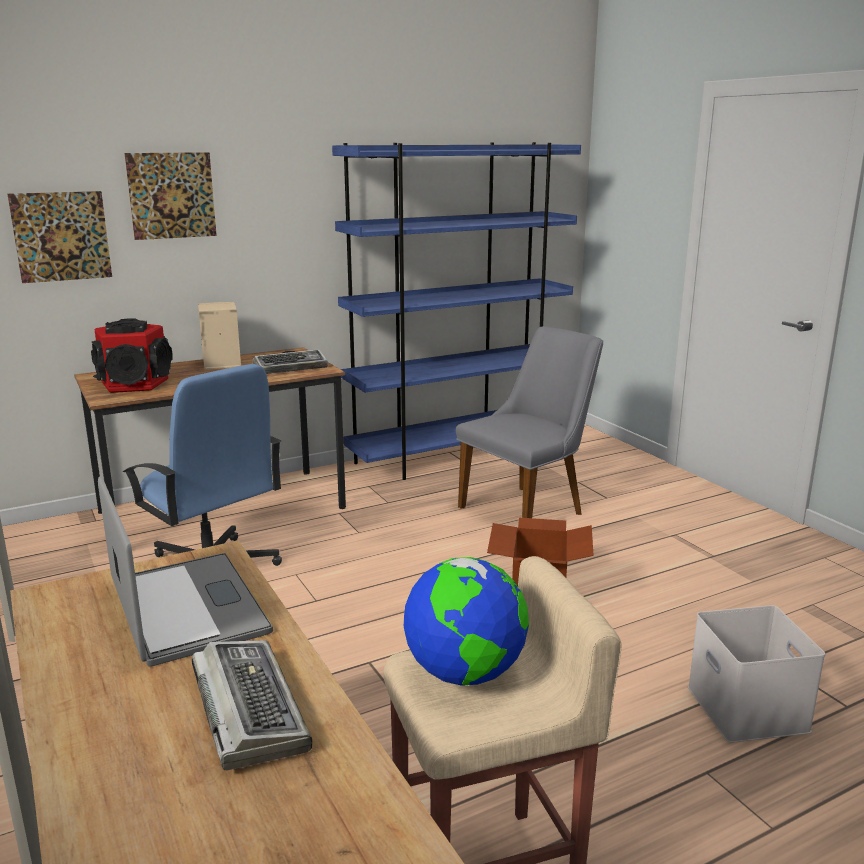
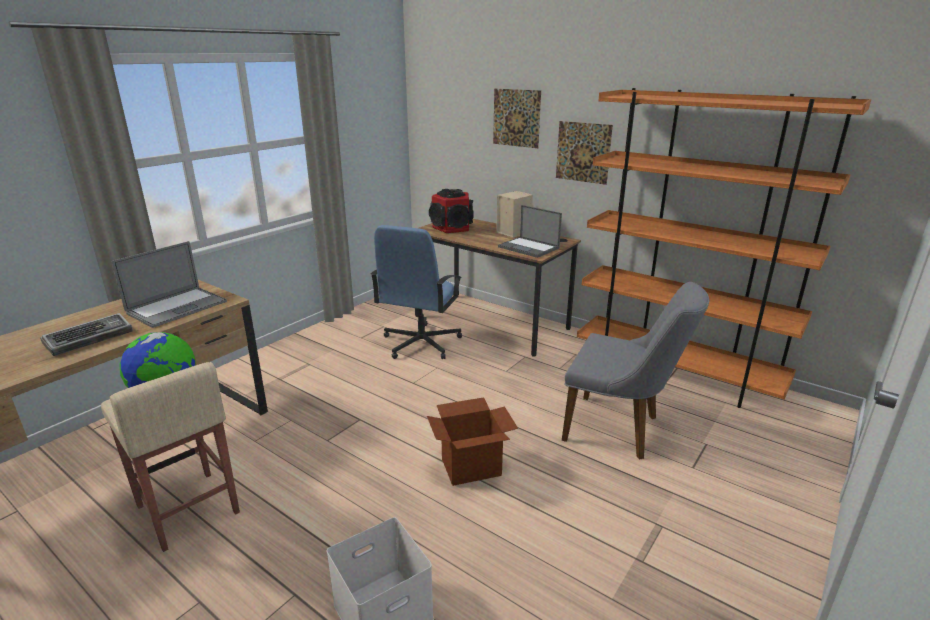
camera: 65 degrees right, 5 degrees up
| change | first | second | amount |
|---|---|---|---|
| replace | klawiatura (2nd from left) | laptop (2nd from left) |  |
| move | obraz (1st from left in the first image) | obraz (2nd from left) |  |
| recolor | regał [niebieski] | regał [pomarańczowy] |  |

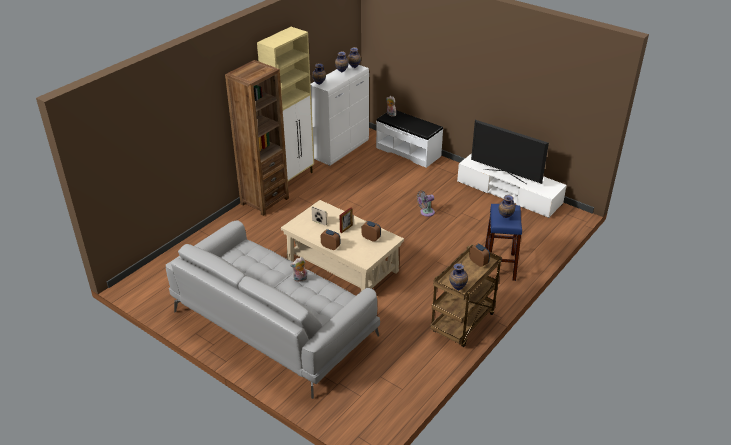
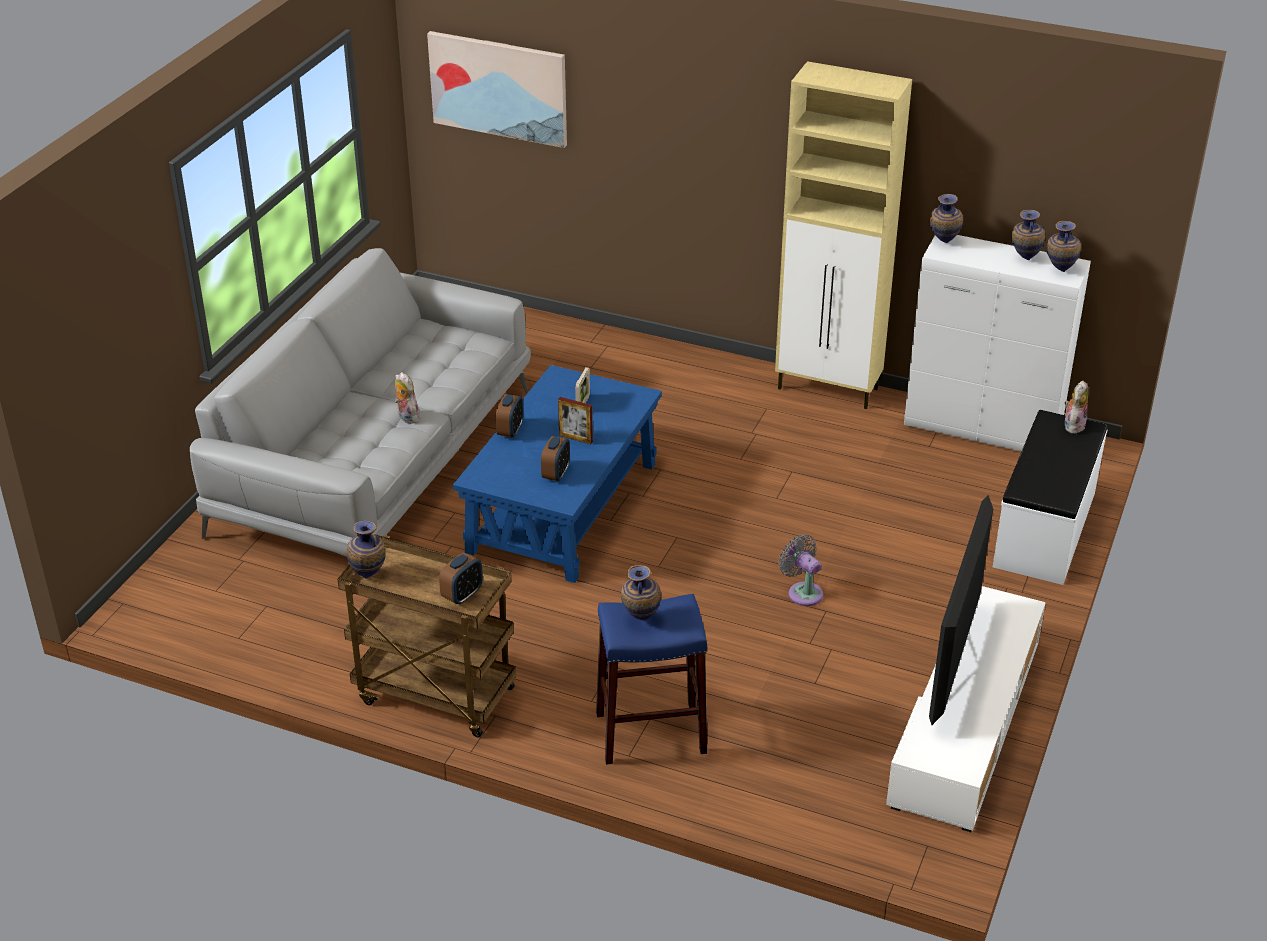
camera: 75 degrees right, 0 degrees up
| change | first | second | amount |
|---|---|---|---|
| insert |  | obraz |  |
| recolor | ława [beżowy] | ława [niebieski] |  |
| delete | regał [brązowy] |  |  |

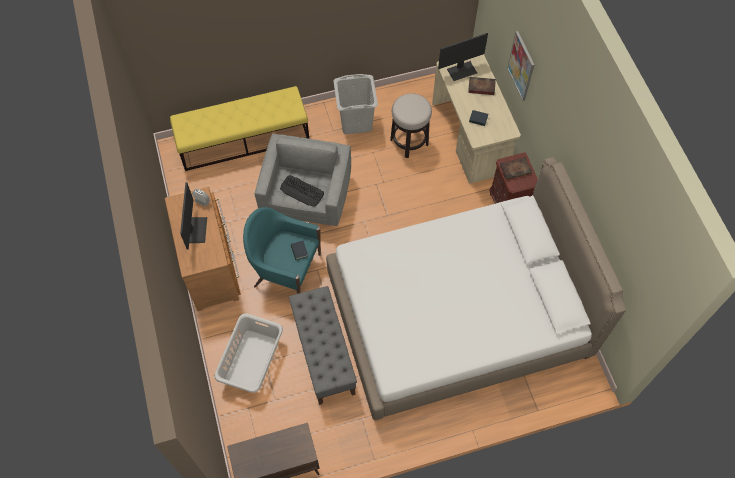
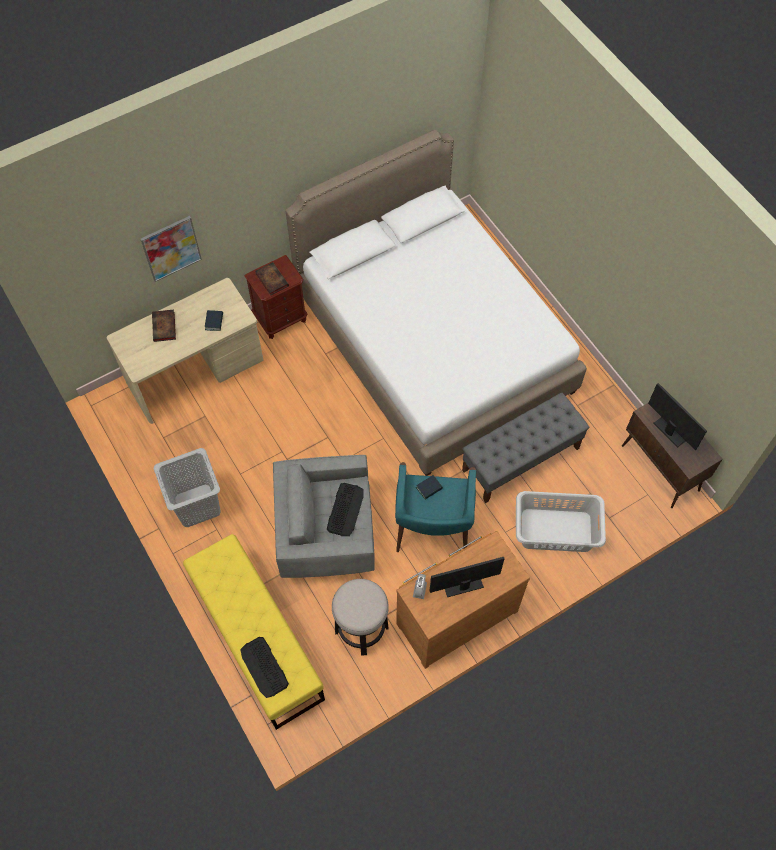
camera: 105 degrees left, 0 degrees up
| change | first | second | amount |
|---|---|---|---|
| insert |  | klawiatura (1st from left) |  |
| move | stołek |  |  |
| move | monitor (2nd from left) |  |  |

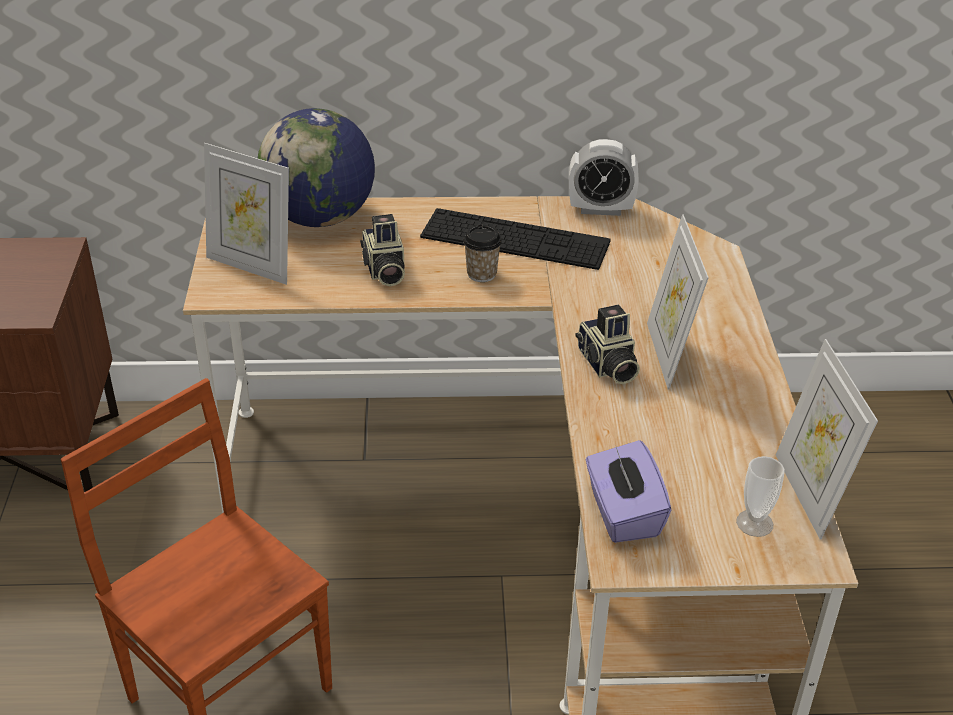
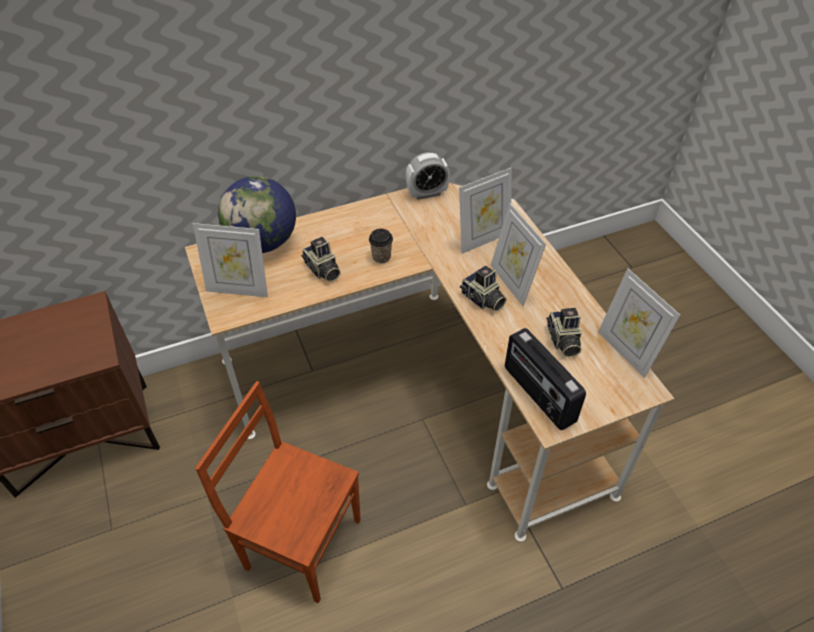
camera: 20 degrees left, 10 degrees up
| change | first | second | amount |
|---|---|---|---|
| insert |  | ramka na zdjęcie (2nd from left) |  |
| replace | pudełko chusteczek [fioletowy] | radio |  |
| insert |  | aparat fotograficzny (3rd from left) |  |
| delete | klawiatura |  |  |
| delete | filiżanka (2nd from left) |  |  |

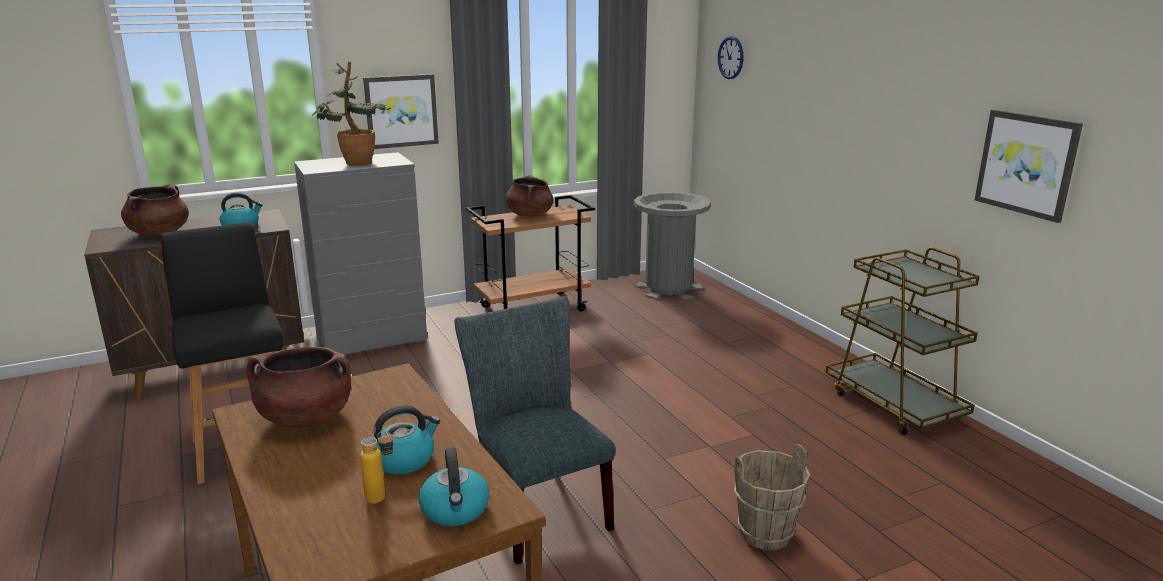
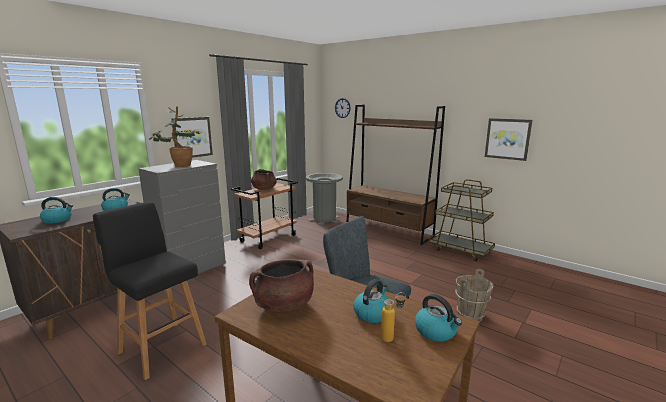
camera: 25 degrees left, 5 degrees down
| change | first | second | amount |
|---|---|---|---|
| replace | garnek [brązowy] (1st from left) | czajnik (1st from left) |  |
| insert |  | regał [brązowy] |  |

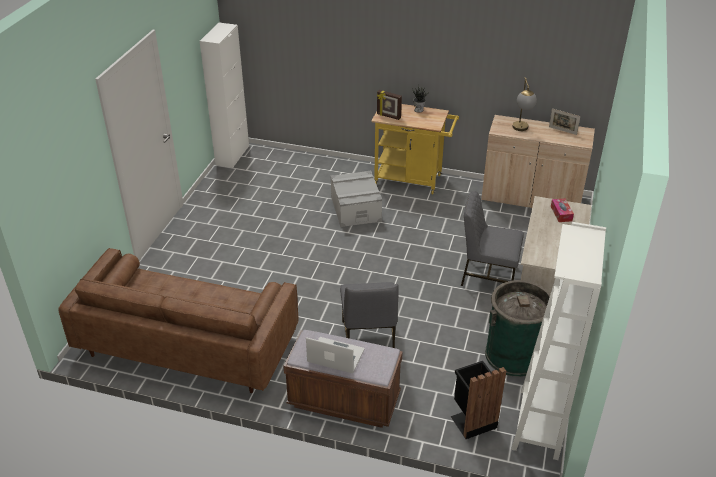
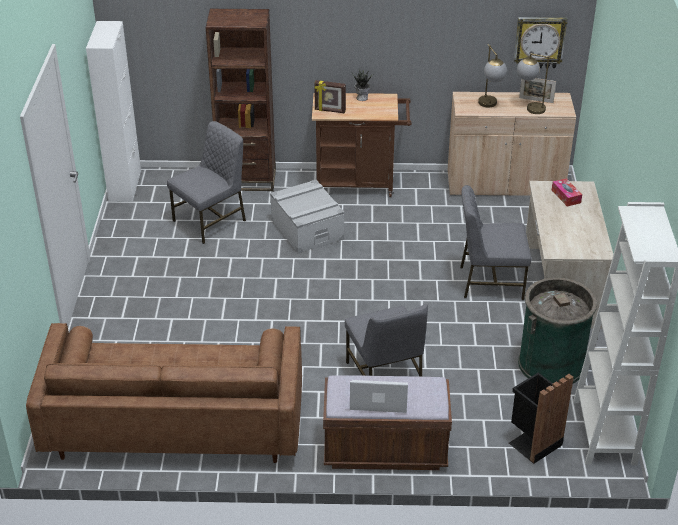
camera: 15 degrees left, 0 degrees up
| change | first | second | amount |
|---|---|---|---|
| insert |  | krzesło [szary] (1st from left) |  |
| insert |  | regał [brązowy] |  |
| recolor | wózek [żółty] | wózek [brązowy] |  |
| insert |  | zegar ścienny |  |
| insert |  | lampa stołowa (2nd from left) |  |

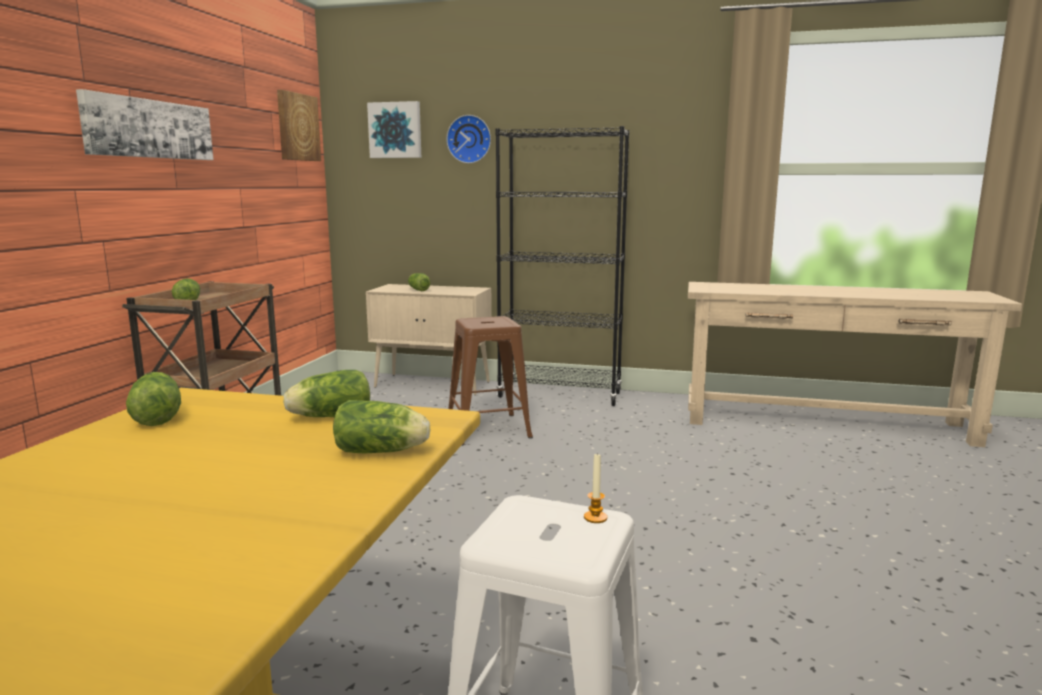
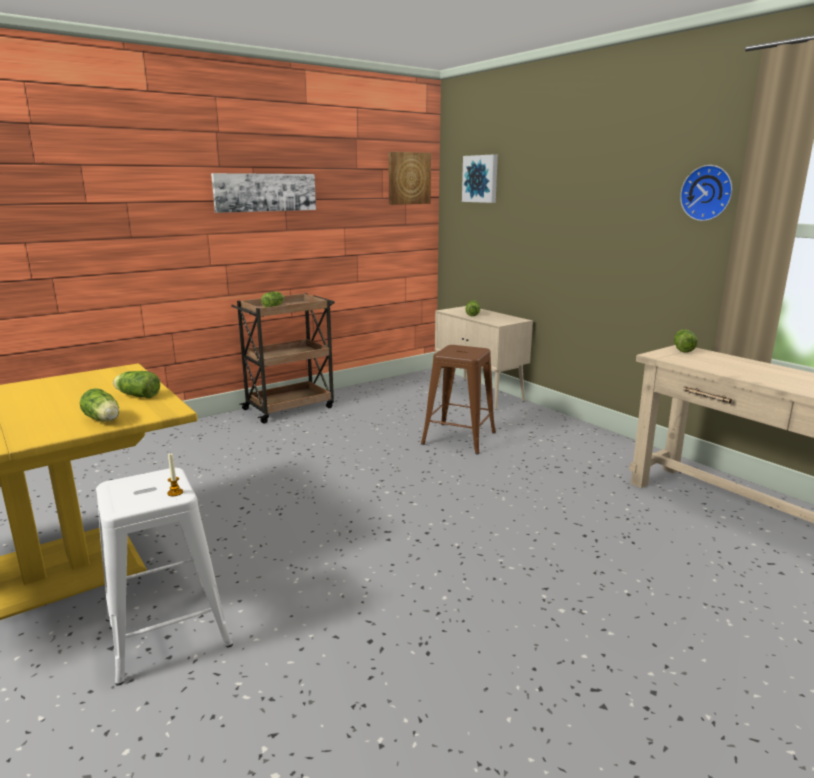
camera: 40 degrees right, 5 degrees up
| change | first | second | amount |
|---|---|---|---|
| move | sałata (1st from left in the first image) | sałata (5th from left) |  |
| move | zegar ścienny |  |  |
| delete | regał [czarny] |  |  |

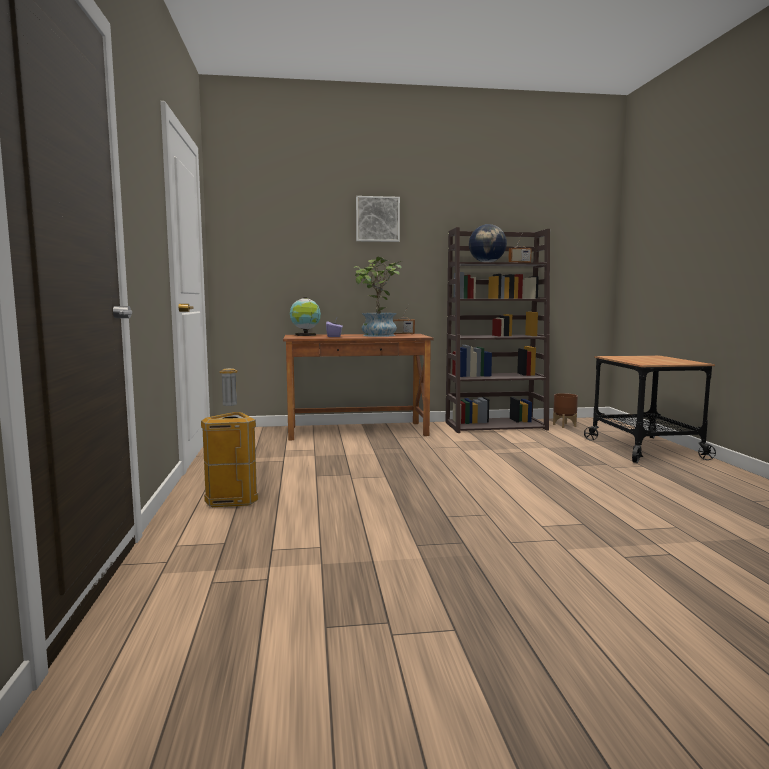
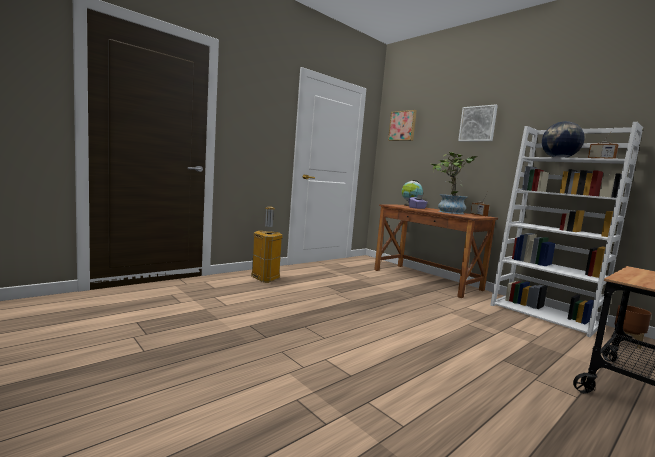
camera: 55 degrees right, 0 degrees up
| change | first | second | amount |
|---|---|---|---|
| insert |  | obraz (1st from left) |  |
| recolor | regał [brązowy] | regał [biały] |  |

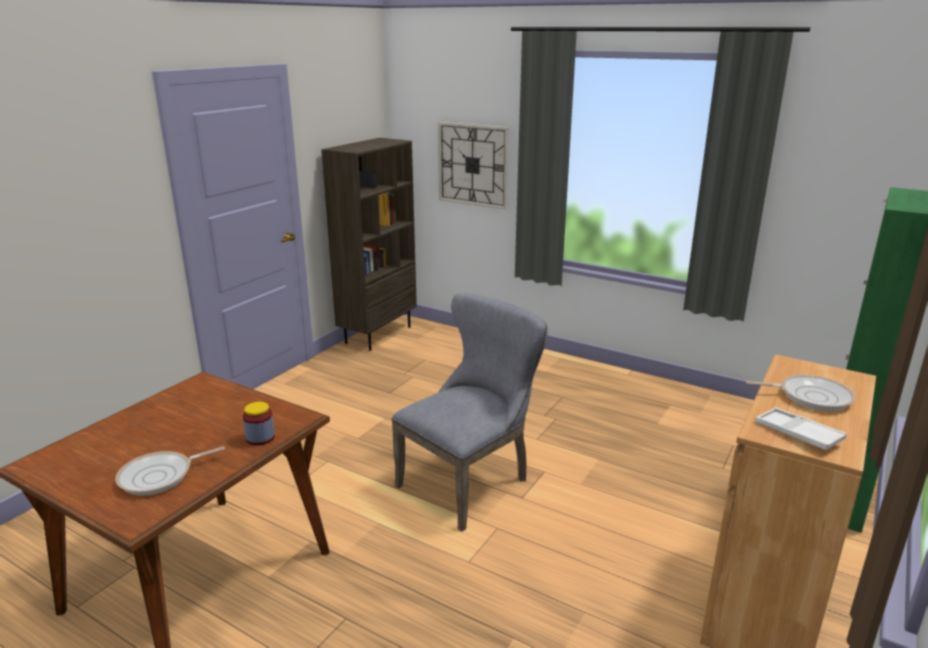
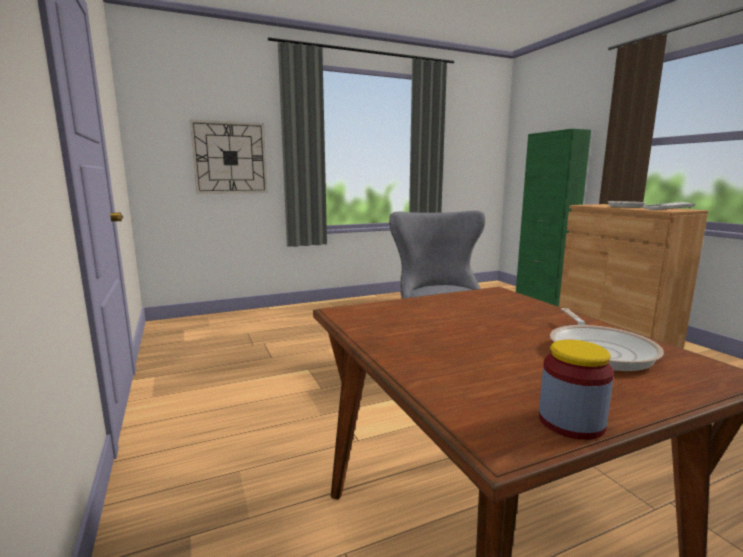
camera: 55 degrees left, 10 degrees down
| change | first | second | amount |
|---|---|---|---|
| move | słoik |  |  |
| delete | regał [brązowy] |  |  |

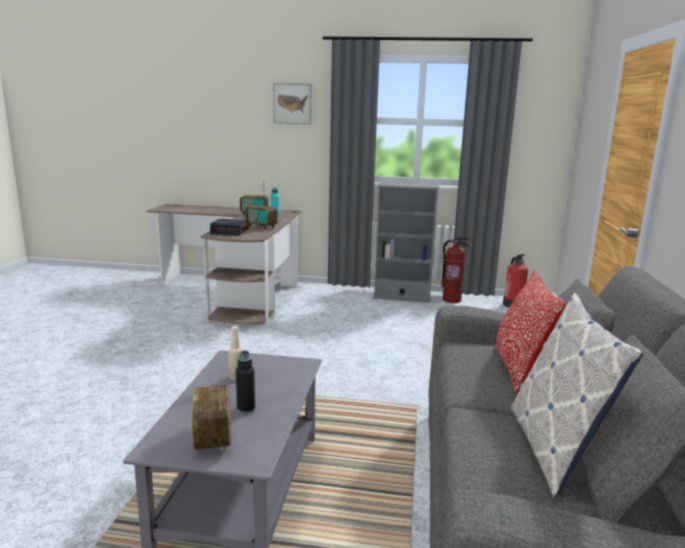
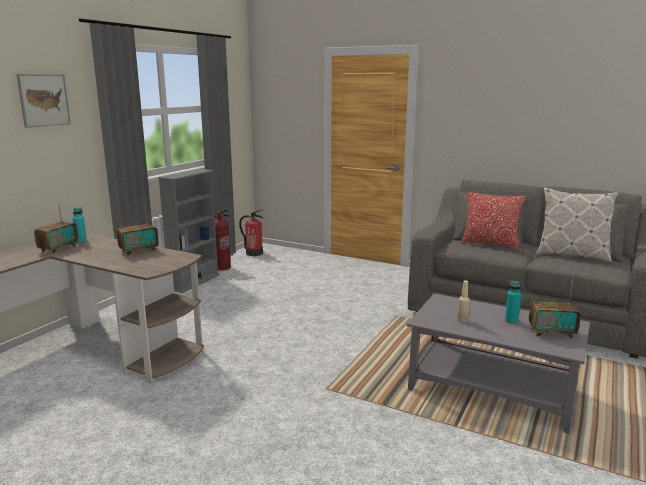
camera: 70 degrees left, 0 degrees up
| change | first | second | amount |
|---|---|---|---|
| recolor | butelka [czarny] | butelka [turkusowy] (2nd from left) |  |
| delete | budzik |  |  |

